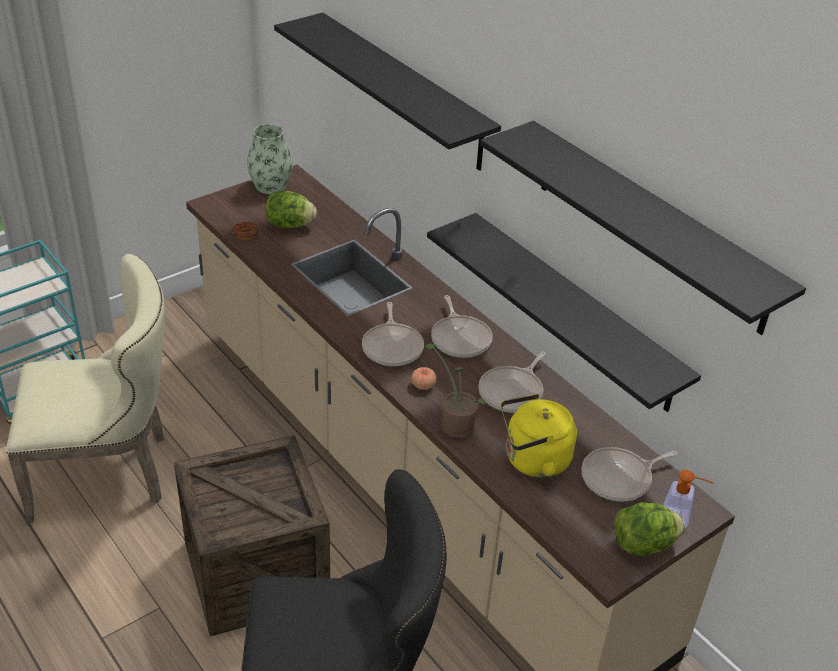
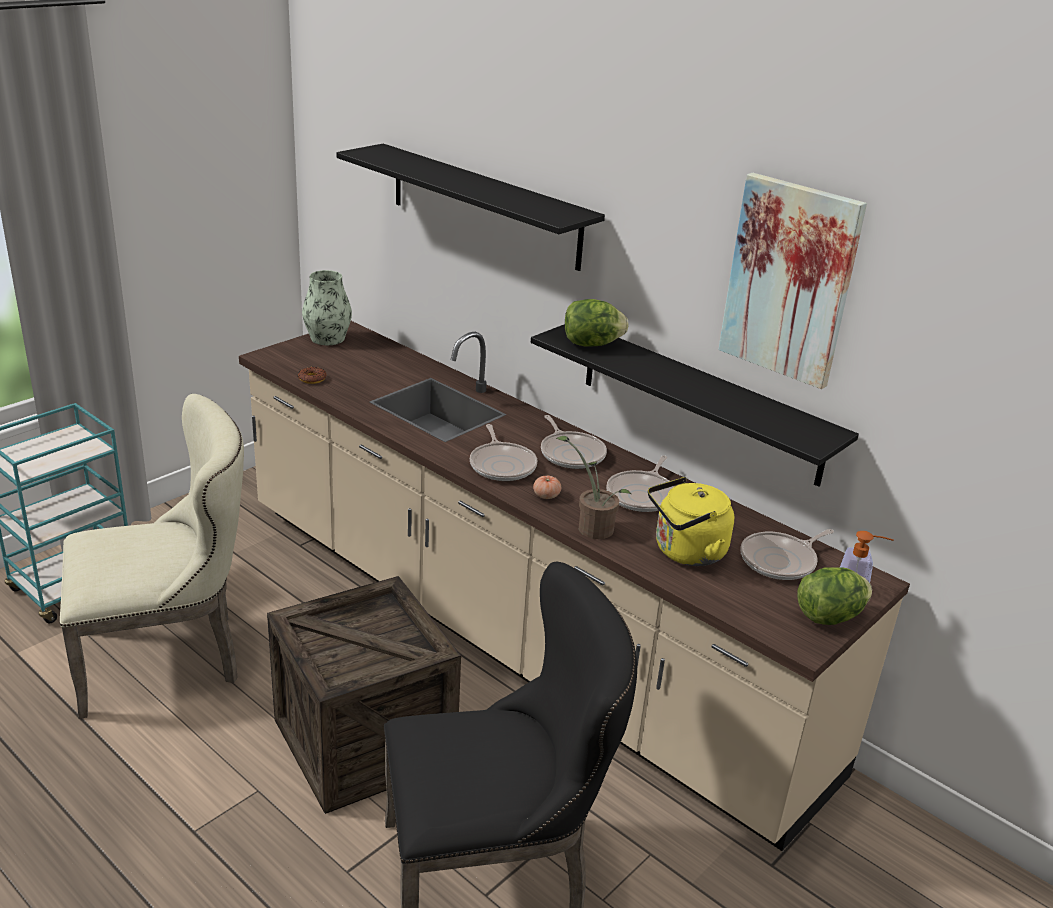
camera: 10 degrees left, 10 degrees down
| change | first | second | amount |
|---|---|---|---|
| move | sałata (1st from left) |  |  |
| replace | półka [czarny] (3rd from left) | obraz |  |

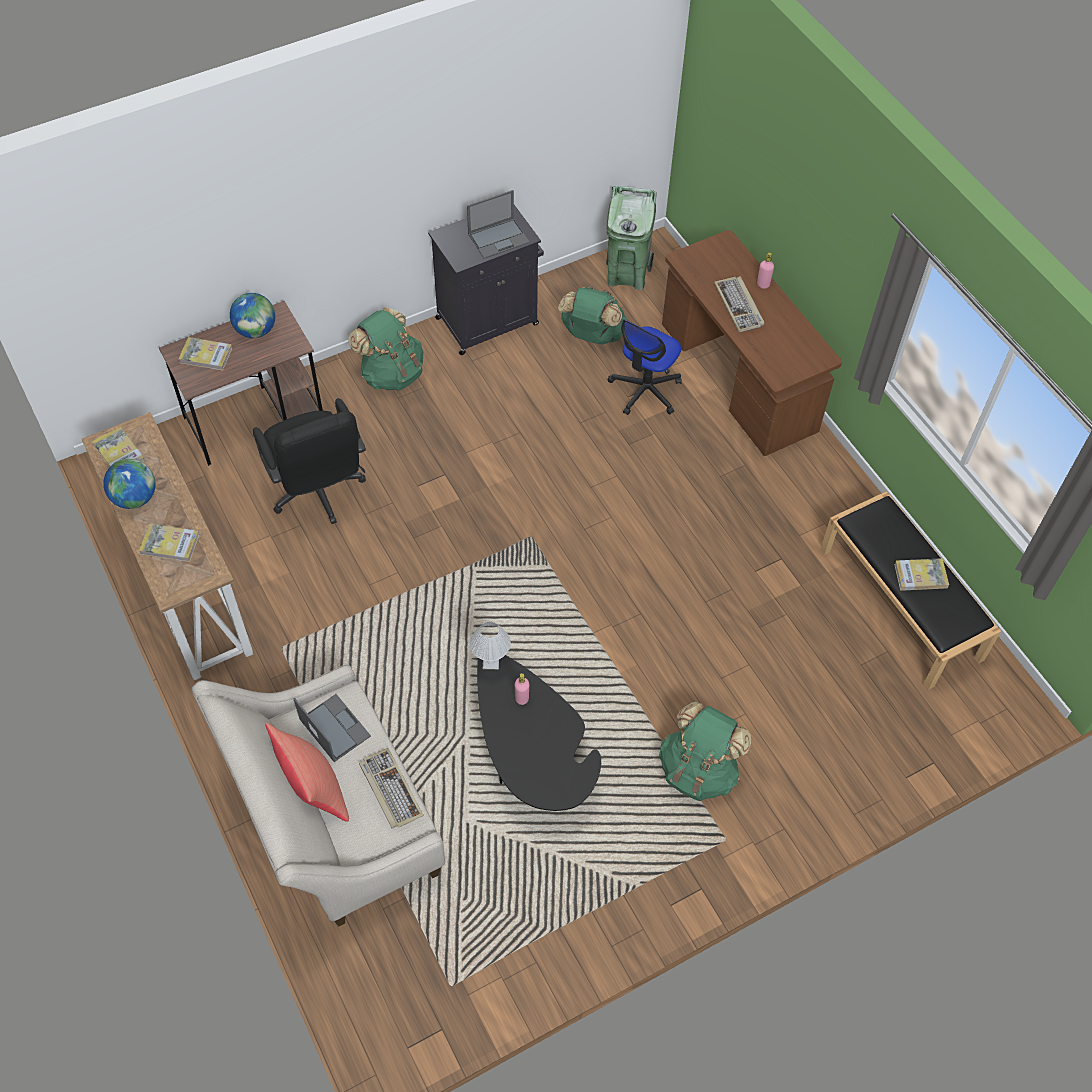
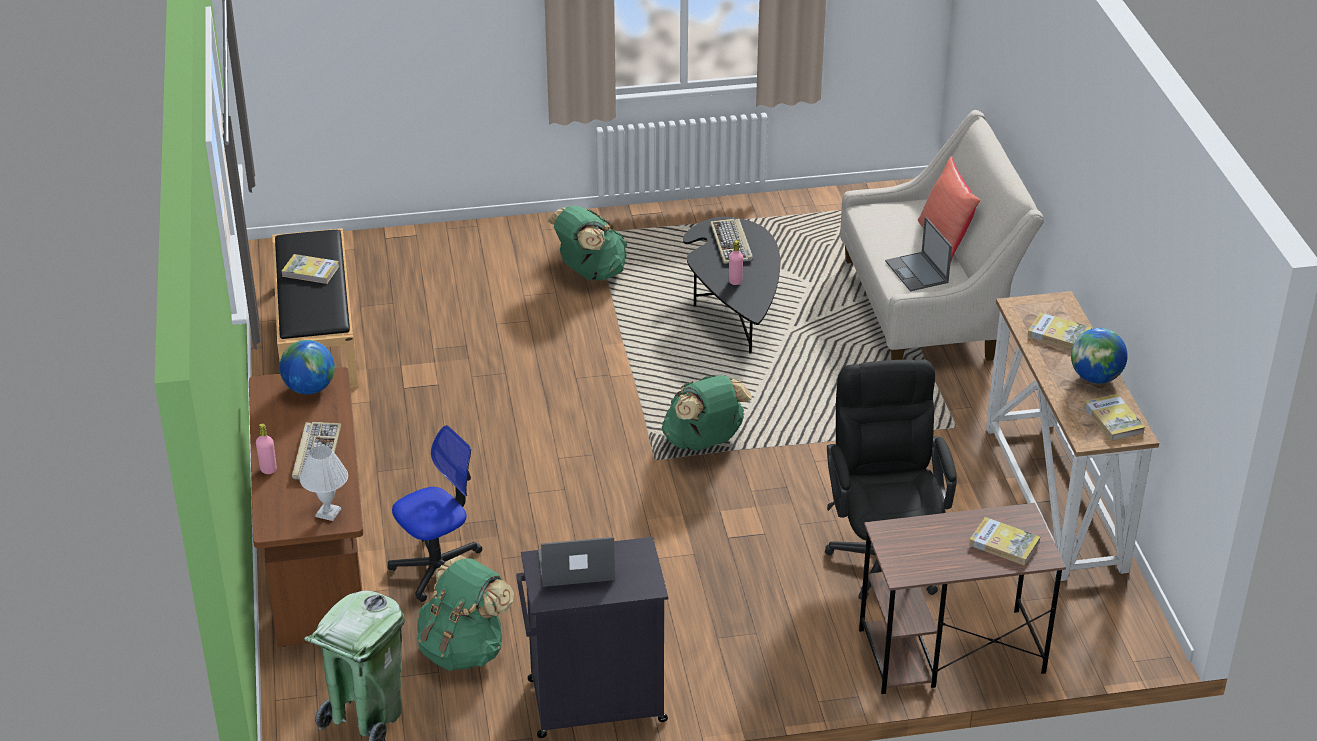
camera: 160 degrees left, 20 degrees down
| change | first | second | amount |
|---|---|---|---|
| move | globus (2nd from left in the first image) | globus (1st from left) |  |
| move | lampa stołowa [biały] |  |  |
| move | plecak [zielony] (1st from left in the first image) | plecak [zielony] (3rd from left) |  |
| move | klawiatura (1st from left in the first image) | klawiatura (2nd from left) |  |

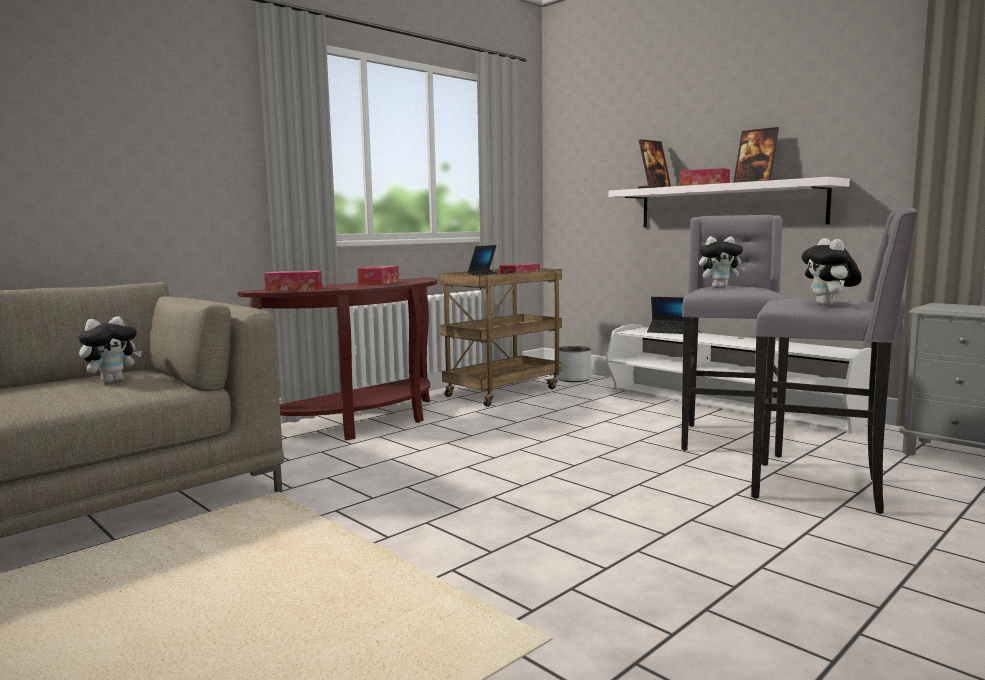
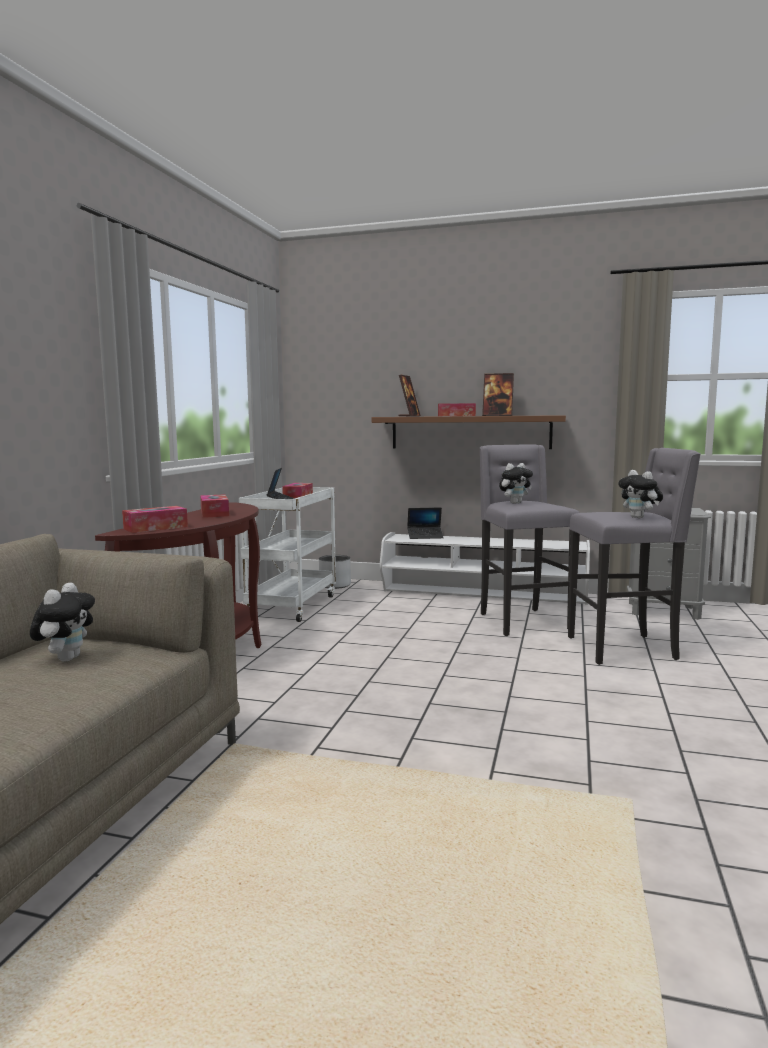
camera: 30 degrees left, 0 degrees up
| change | first | second | amount |
|---|---|---|---|
| recolor | wózek [brązowy] | wózek [biały] |  |
| recolor | półka [biały] | półka [brązowy] |  |

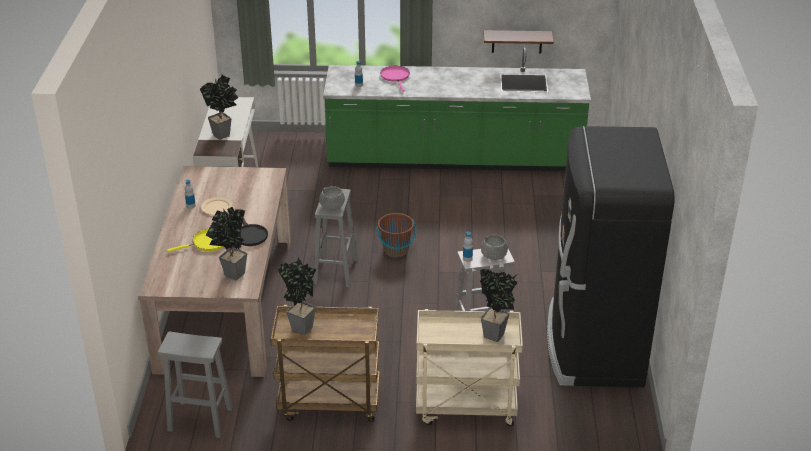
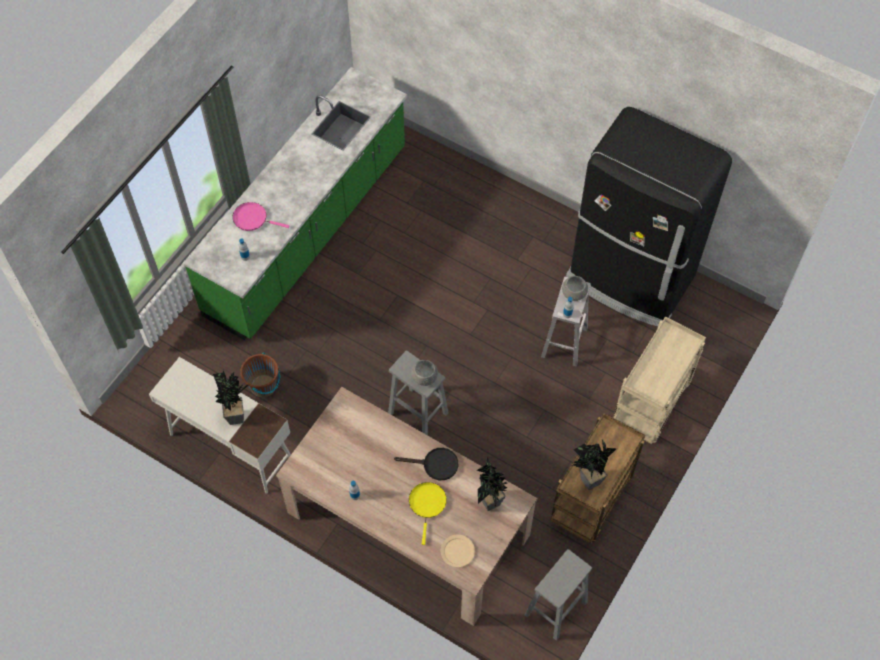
camera: 60 degrees left, 25 degrees up
| change | first | second | amount |
|---|---|---|---|
| move | wiadro [brązowy] |  |  |
| move | talerz [beżowy] |  |  |
| delete | roślina doniczkowa (4th from left) |  |  |
| delete | półka |  |  |

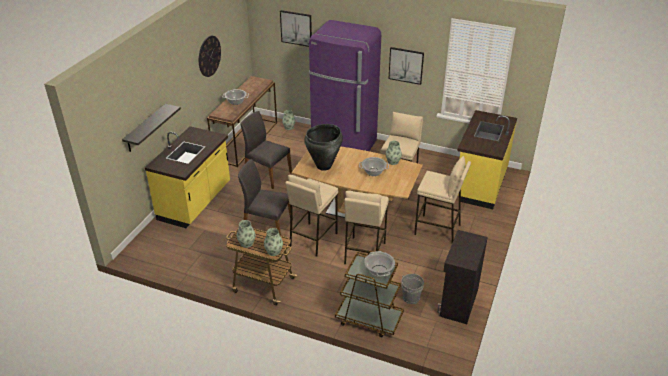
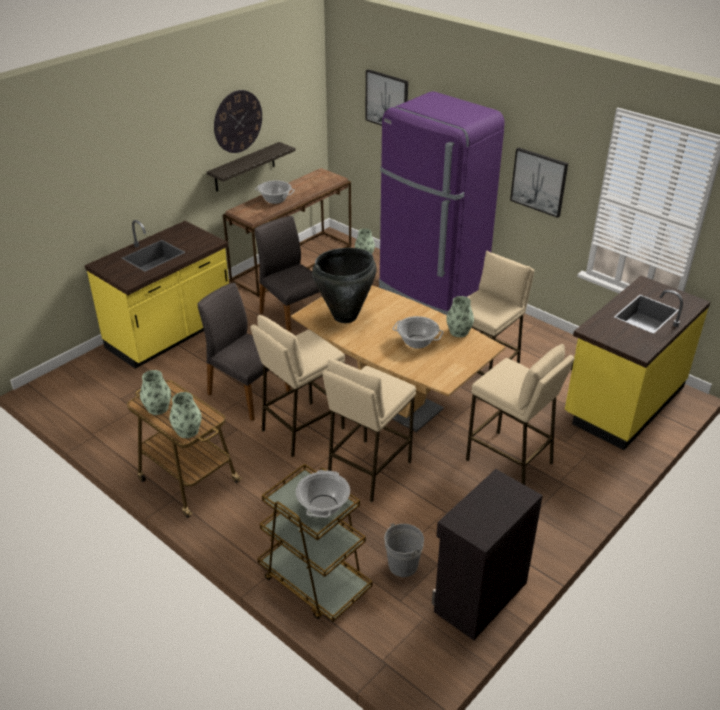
camera: 20 degrees right, 0 degrees up
| change | first | second | amount |
|---|---|---|---|
| move | półka |  |  |

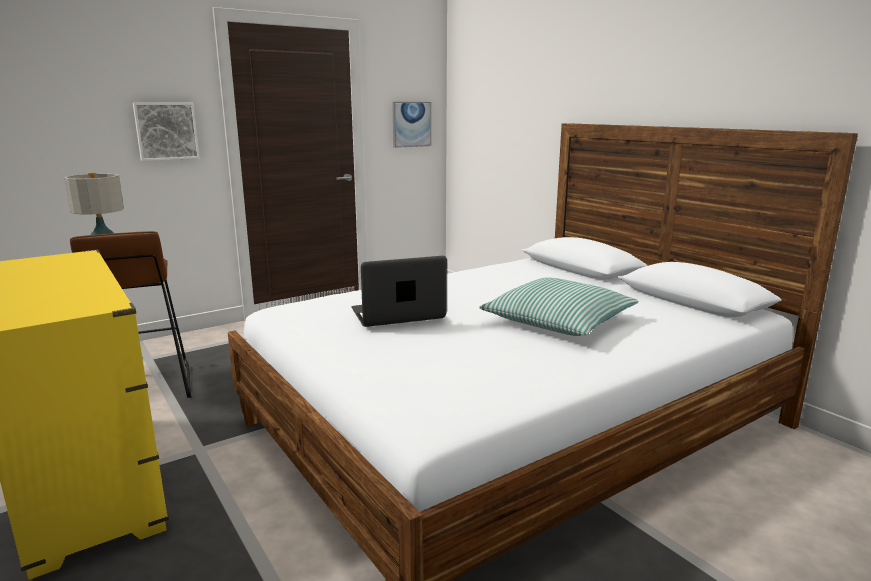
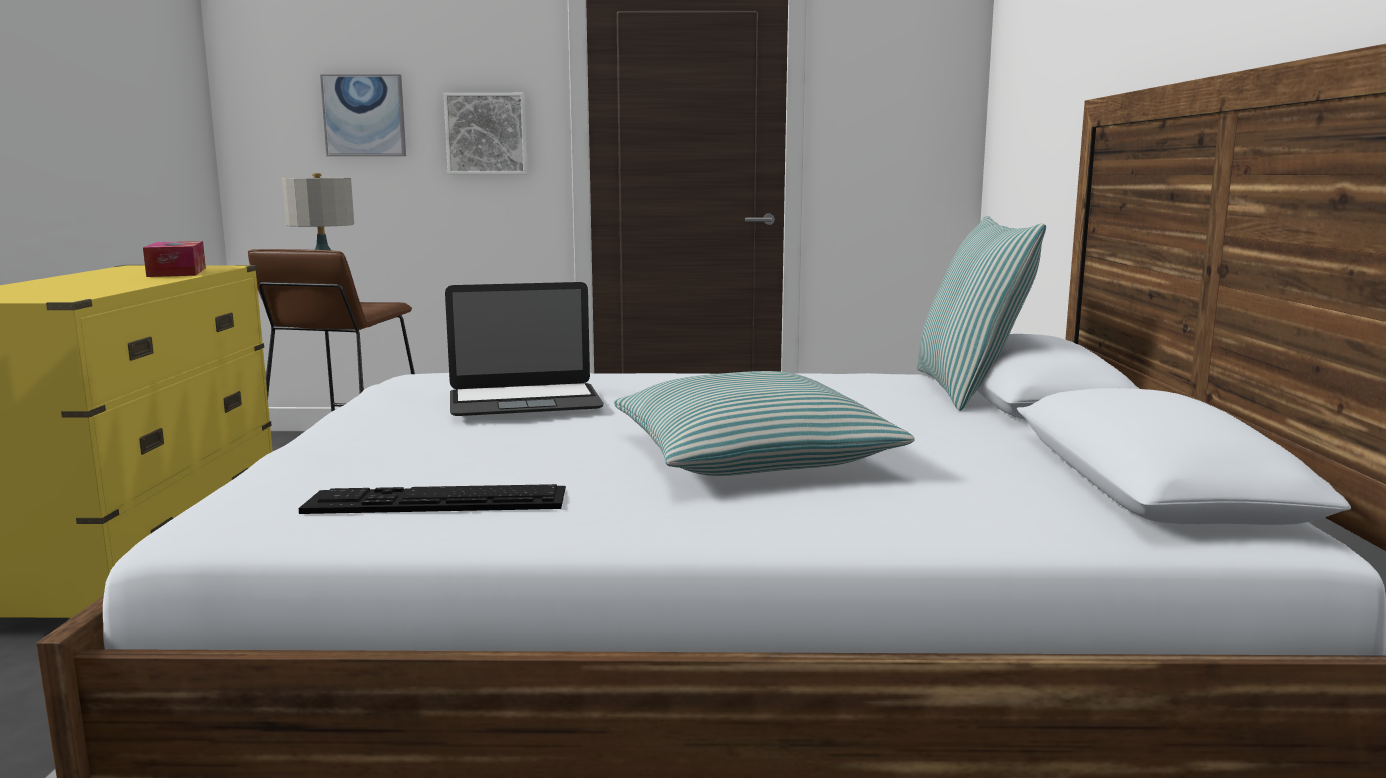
camera: 35 degrees right, 5 degrees down
| change | first | second | amount |
|---|---|---|---|
| insert |  | pudełko chusteczek |  |
| insert |  | klawiatura |  |
| move | obraz (2nd from left in the first image) | obraz (1st from left) |  |
| rotate | laptop |  | 150 degrees clockwise |
| insert |  | poduszka (2nd from left) |  |

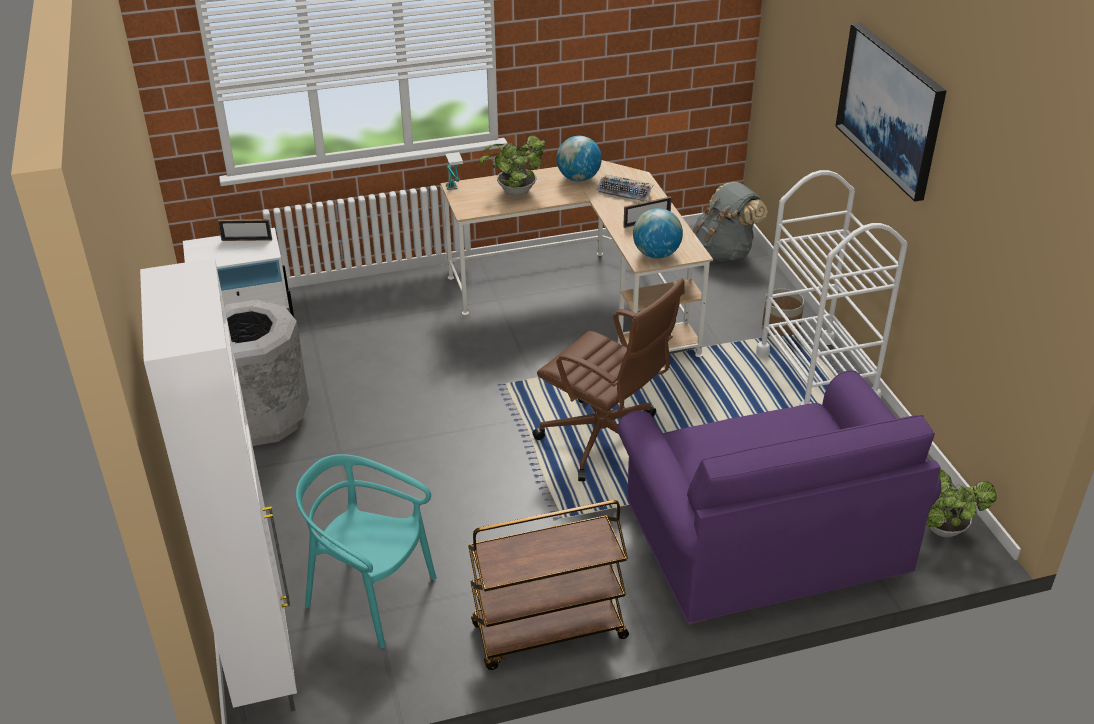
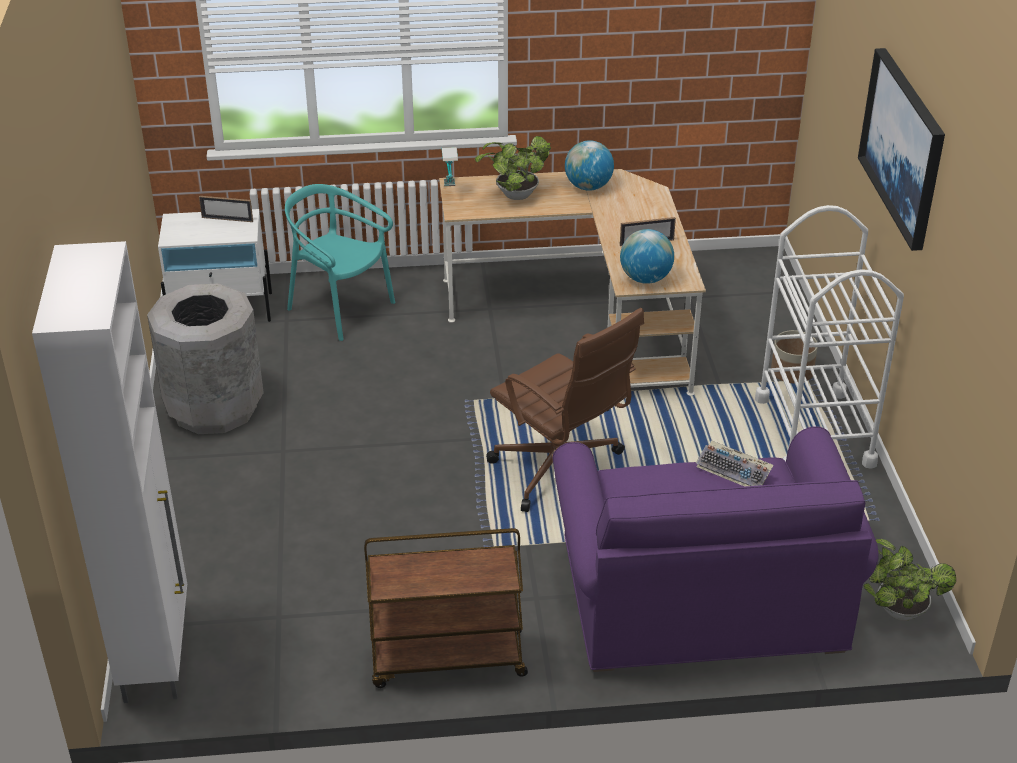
camera: 10 degrees right, 0 degrees up
| change | first | second | amount |
|---|---|---|---|
| move | krzesło [turkusowy] |  |  |
| move | klawiatura |  |  |
| delete | plecak [szary] |  |  |

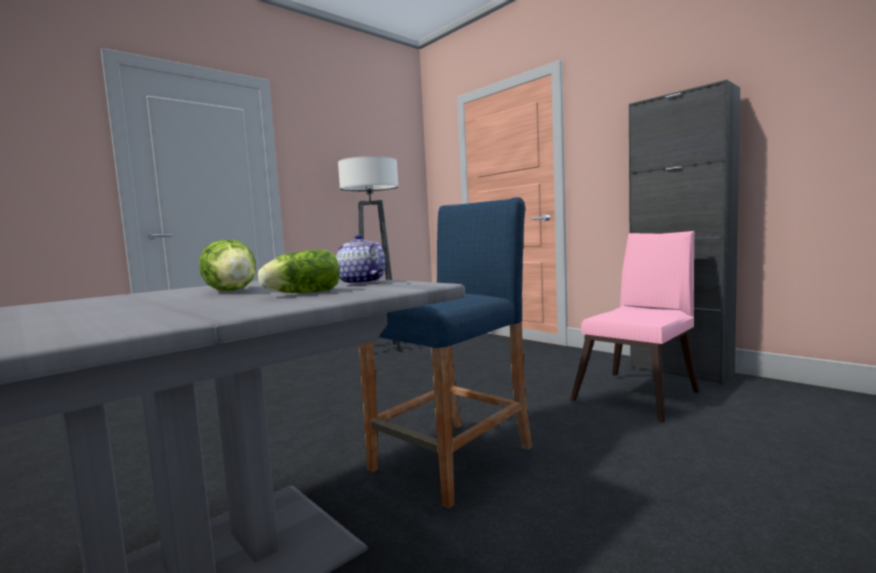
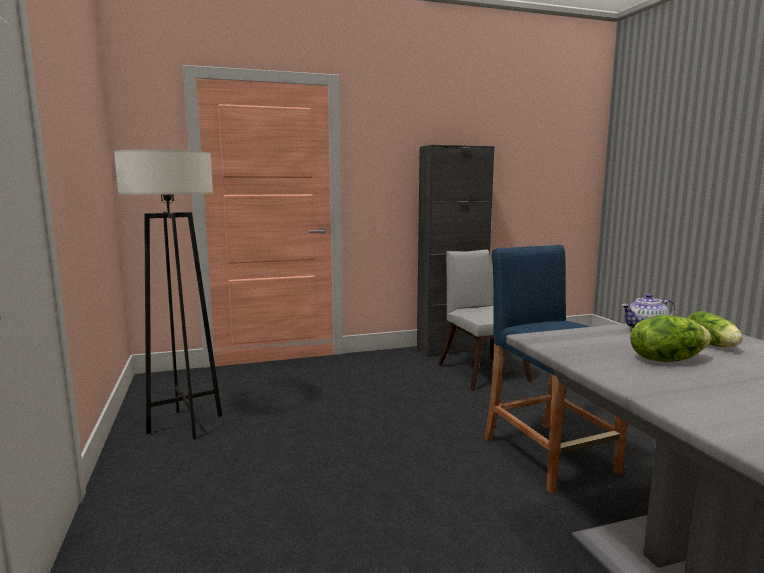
camera: 65 degrees left, 5 degrees up
| change | first | second | amount |
|---|---|---|---|
| recolor | krzesło [różowy] | krzesło [szary] |  |

